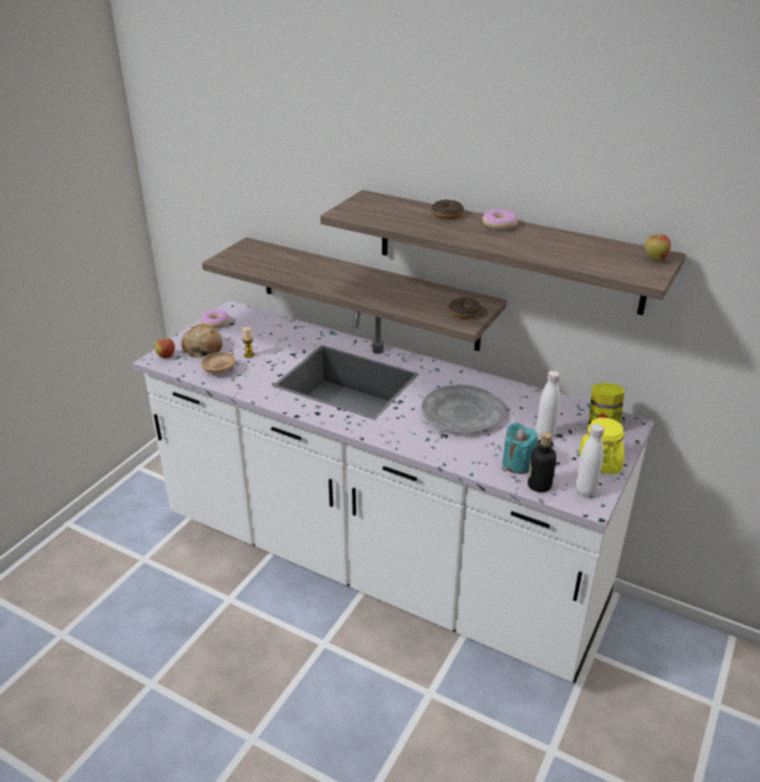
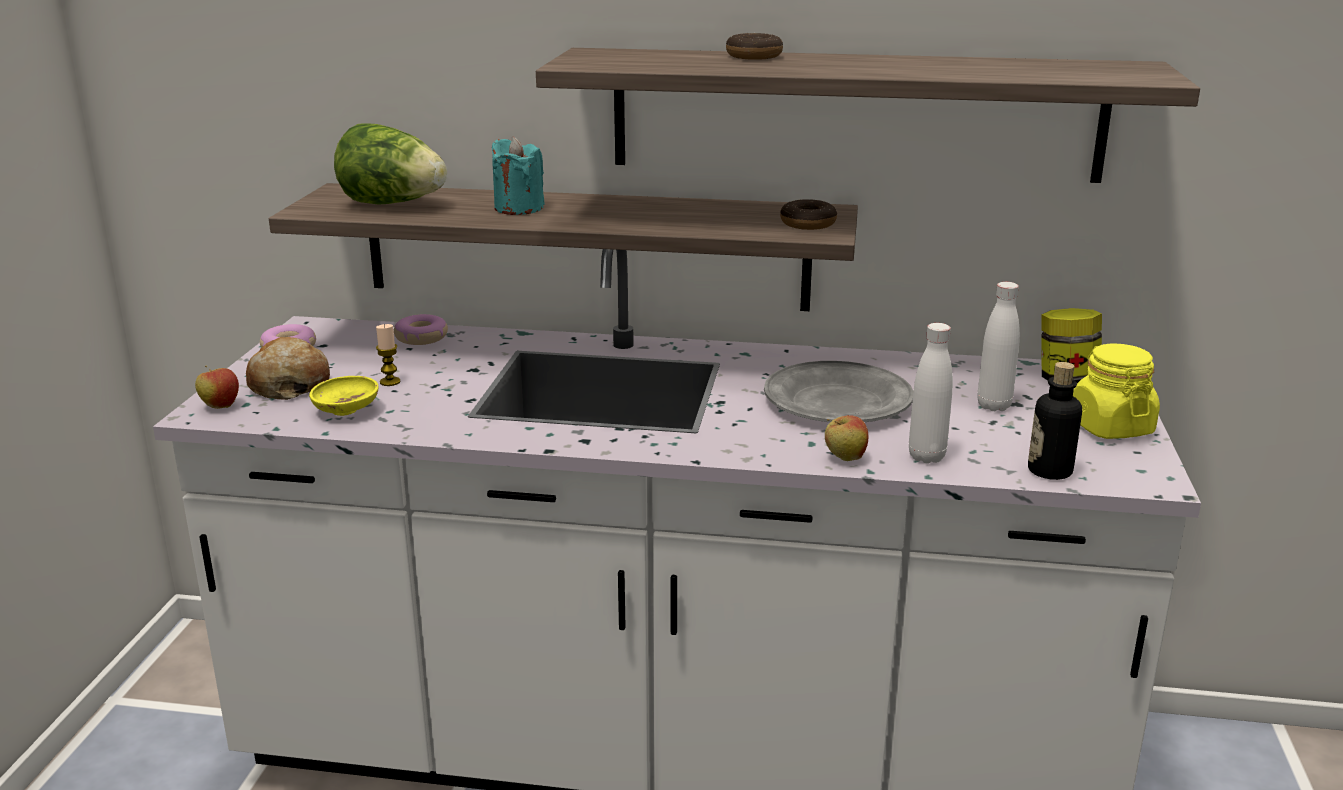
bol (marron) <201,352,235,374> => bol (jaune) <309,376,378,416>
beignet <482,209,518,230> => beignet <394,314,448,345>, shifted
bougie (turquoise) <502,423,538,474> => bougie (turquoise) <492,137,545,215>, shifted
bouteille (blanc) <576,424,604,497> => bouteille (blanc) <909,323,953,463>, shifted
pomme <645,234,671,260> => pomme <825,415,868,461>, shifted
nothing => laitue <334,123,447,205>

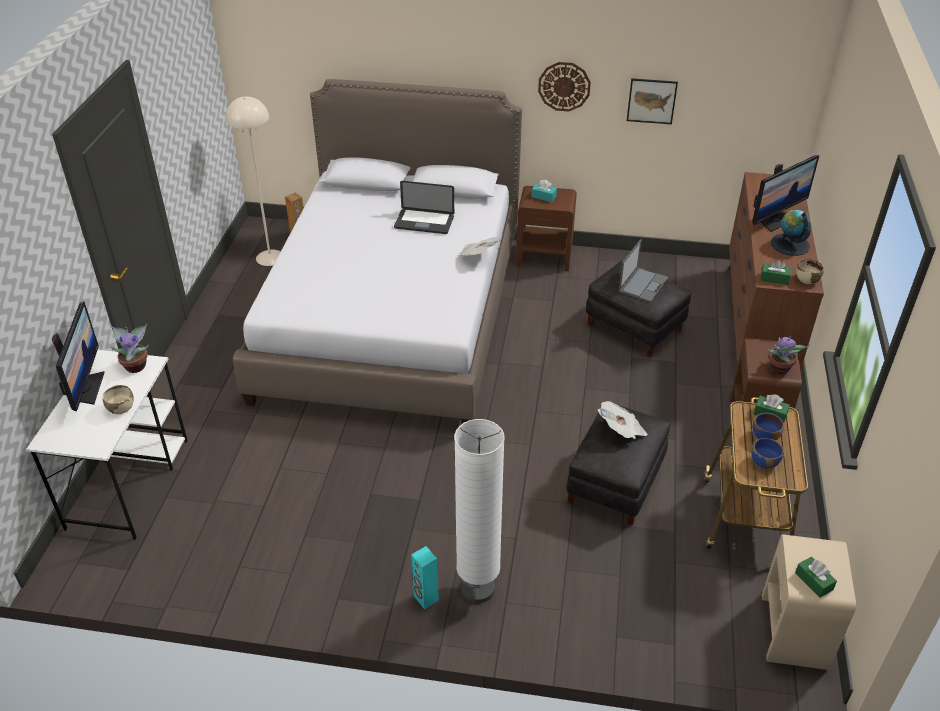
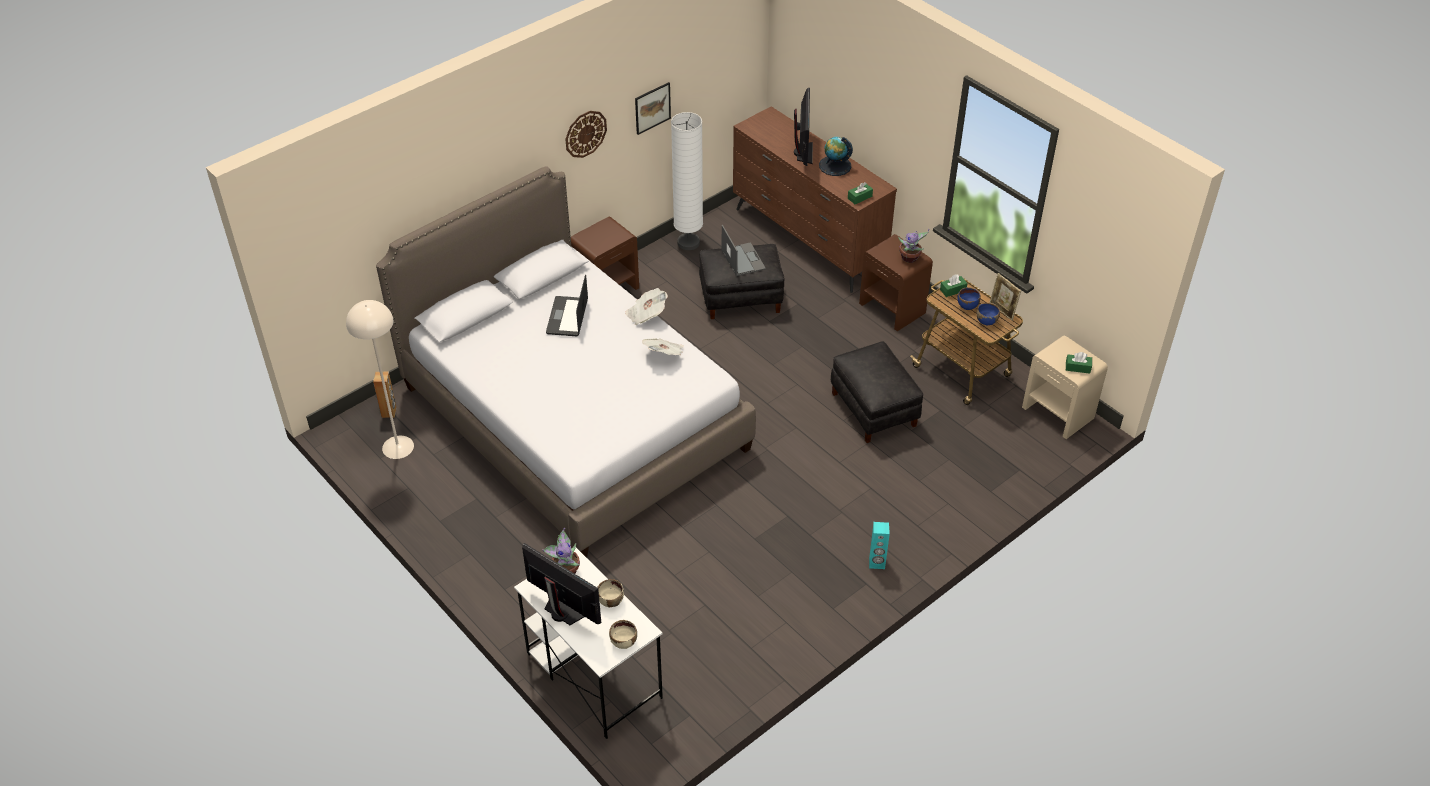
ordinateur portable <394,181,454,234> => ordinateur portable <546,274,588,336>, 135 degrees clockwise
lampadaire (blanc) <454,419,505,603> => lampadaire (blanc) <671,112,703,250>, shifted
boîte à mouchoirs (turquoise) <531,180,557,202> => nothing
journal <598,401,647,439> => journal <642,338,684,355>, shifted
bol (beige) <796,259,824,284> => bol (beige) <609,620,637,649>, shifted
nothing => cadre photo <990,273,1021,321>

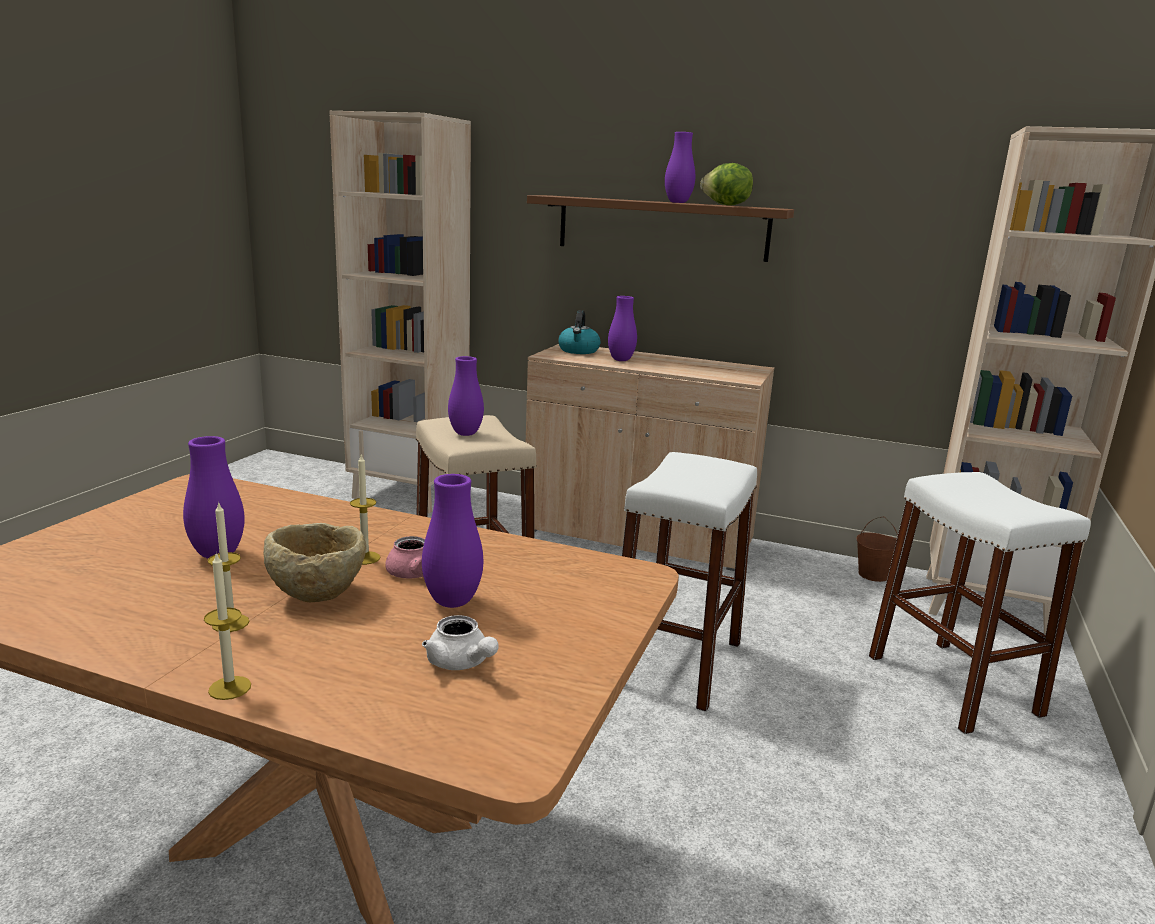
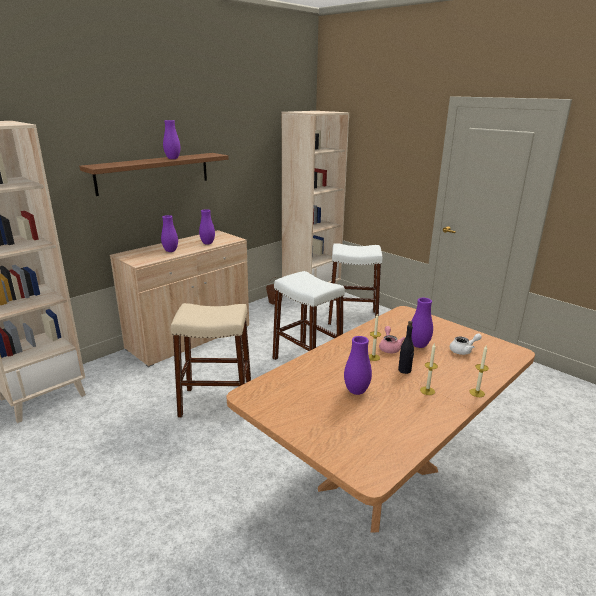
bol (beige) <263,523,366,602> => bouteille (noir) <398,321,414,374>
vase (violet) <448,356,484,436> => vase (violet) <199,209,215,245>, shifted
bouilloire <558,310,600,354> => nothing
laitue <700,163,753,206> => nothing

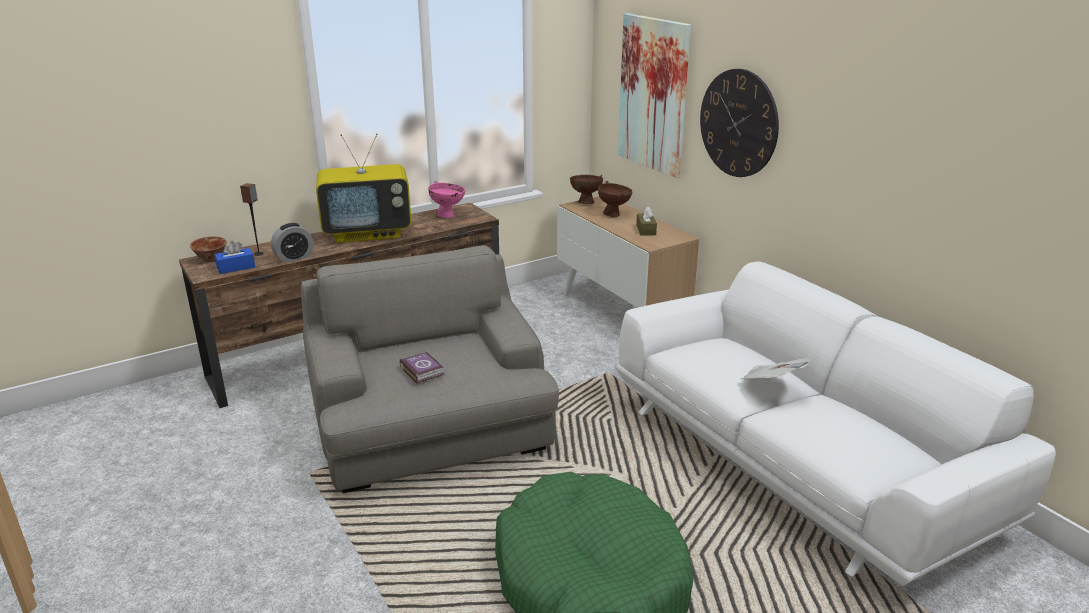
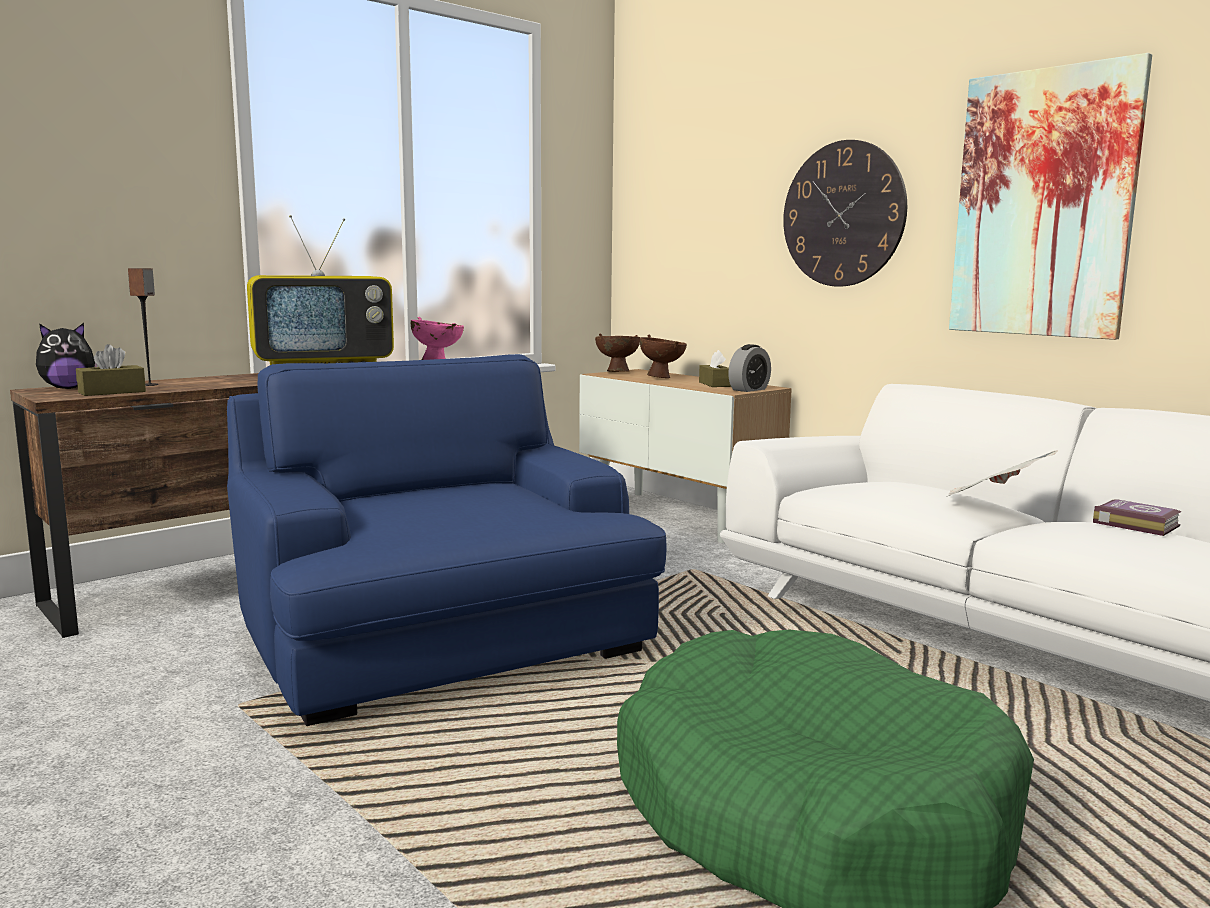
bol <190,237,227,262> => peluche <36,323,98,389>
boîte à mouchoirs (bleu) <214,241,255,274> => boîte à mouchoirs (marron) <76,344,146,396>
réveil <271,223,313,263> => réveil <728,344,771,392>, shifted
fauteuil (gris) <301,245,559,493> => fauteuil (bleu) <227,354,667,726>
livre <399,352,444,384> => livre <1093,499,1182,536>, shifted
tableau <618,13,691,178> => tableau <949,53,1152,340>, shifted

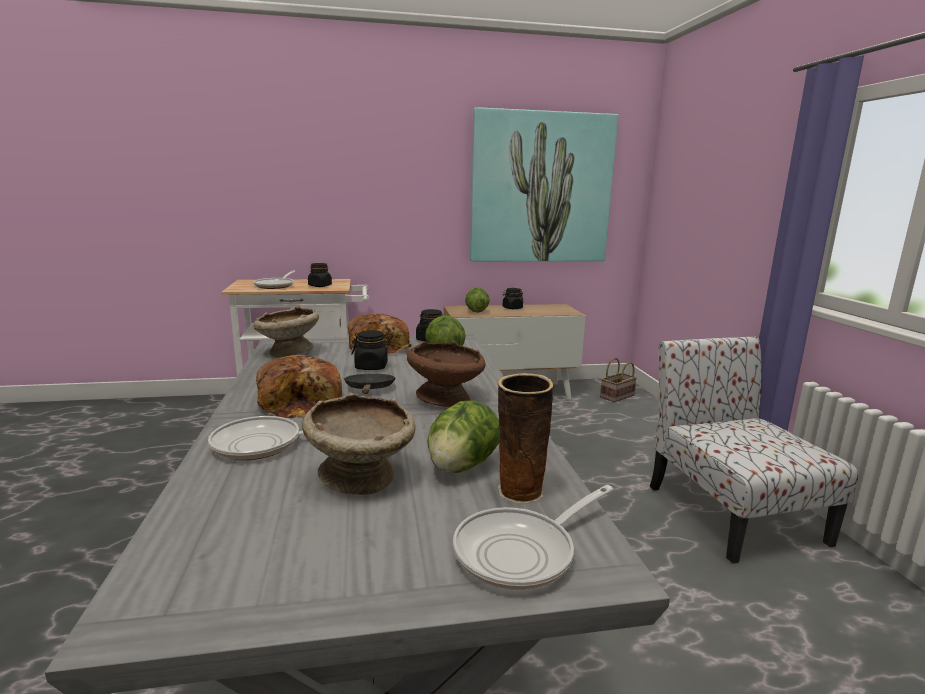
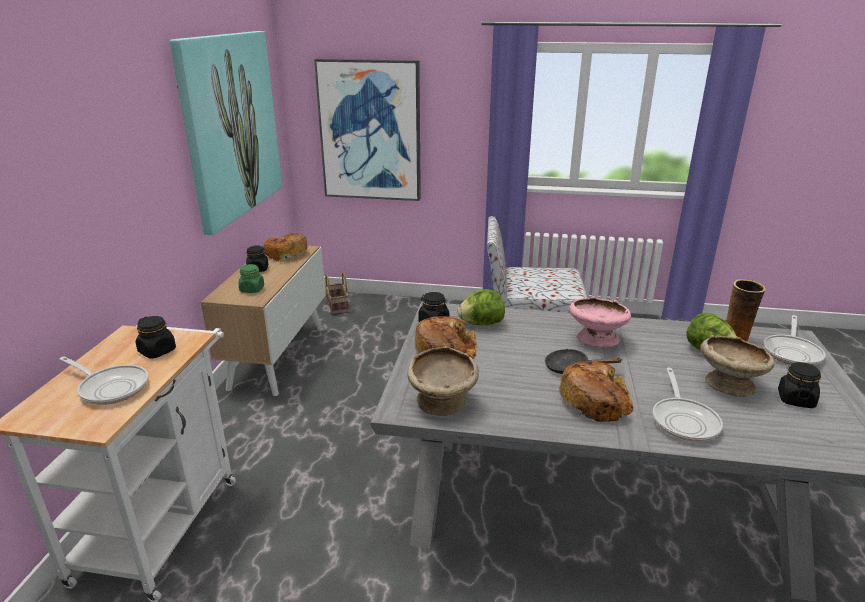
bocal (noir) <351,330,391,370> => bocal (noir) <778,362,821,408>, shifted
bol (marron) <407,341,485,407> => bol (rose) <569,296,631,348>
poêle <453,485,613,590> => poêle <763,315,826,366>, 45 degrees clockwise
laitue <465,287,490,313> => bocal (vert) <238,264,264,293>
nothing => pain <263,233,307,262>
nothing => tableau <314,59,421,201>

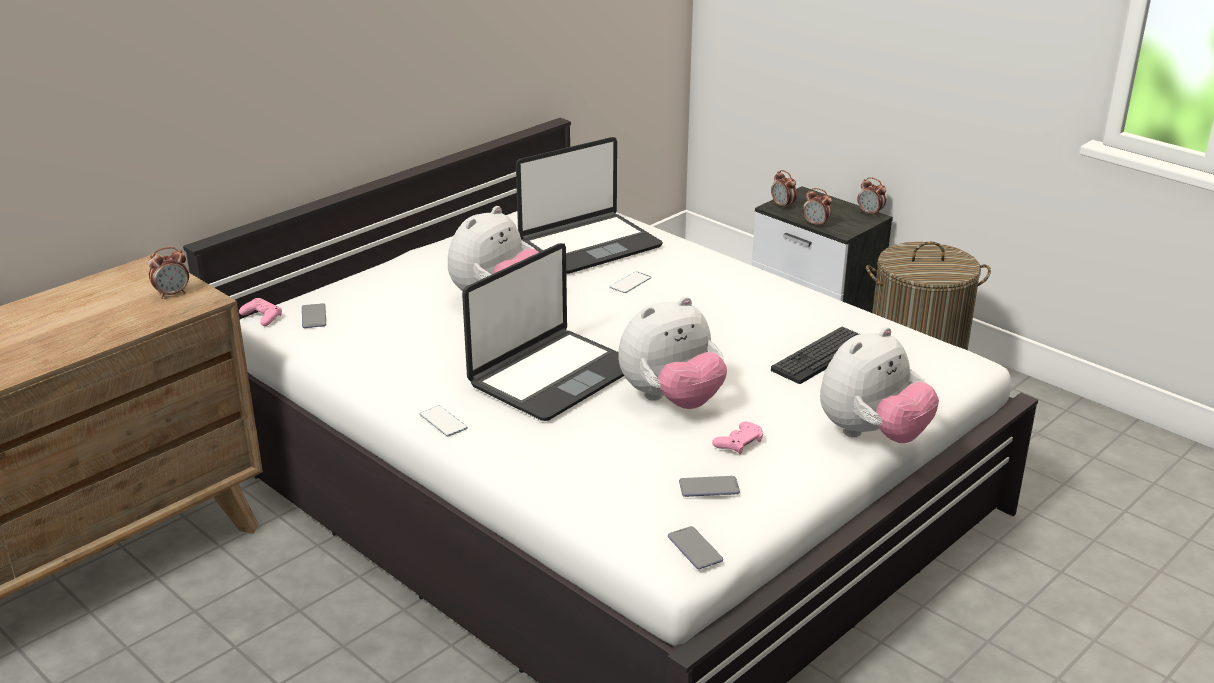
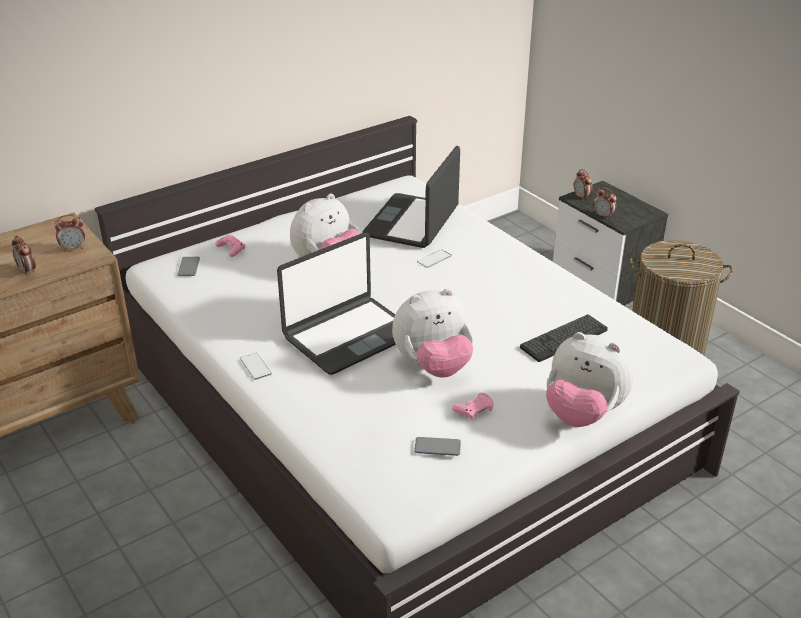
manette (rose) <239,298,282,326> => manette (rose) <215,235,245,257>, shifted
ordinateur portable <516,137,663,274> => ordinateur portable <362,146,460,248>, 135 degrees clockwise
téléphone <668,526,723,569> => nothing
peluche <820,327,939,443> => peluche <546,332,634,427>, 60 degrees clockwise
réveil <857,177,886,217> => réveil <12,235,36,276>, shifted

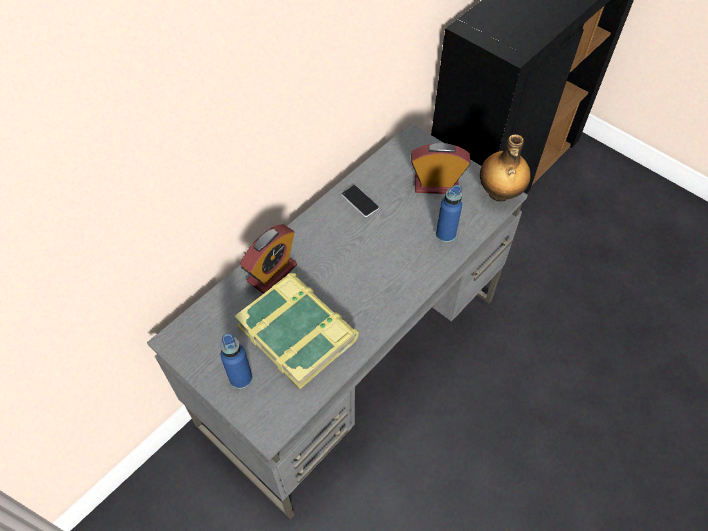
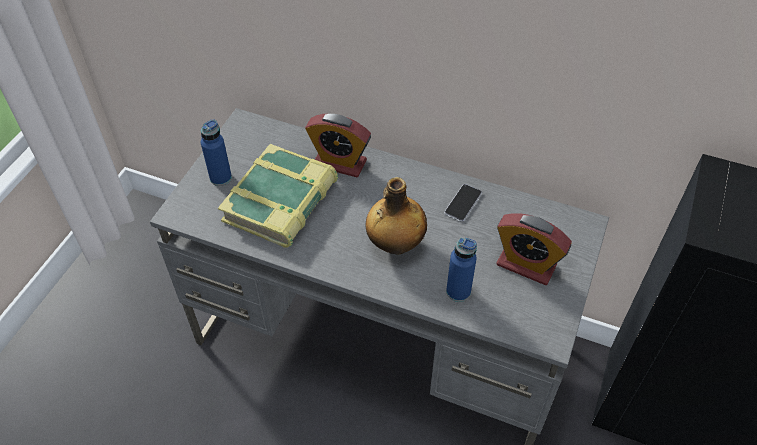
réveil <411,143,470,194> => réveil <496,213,572,285>, 135 degrees clockwise
bouteille <480,134,531,202> => bouteille <366,177,427,255>, shifted

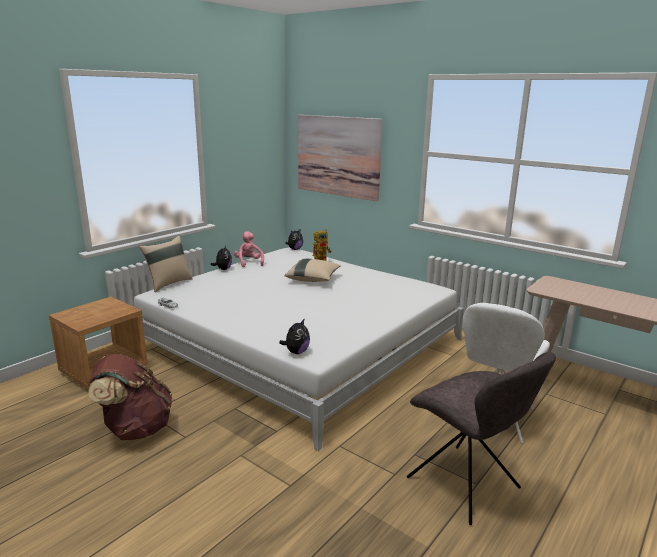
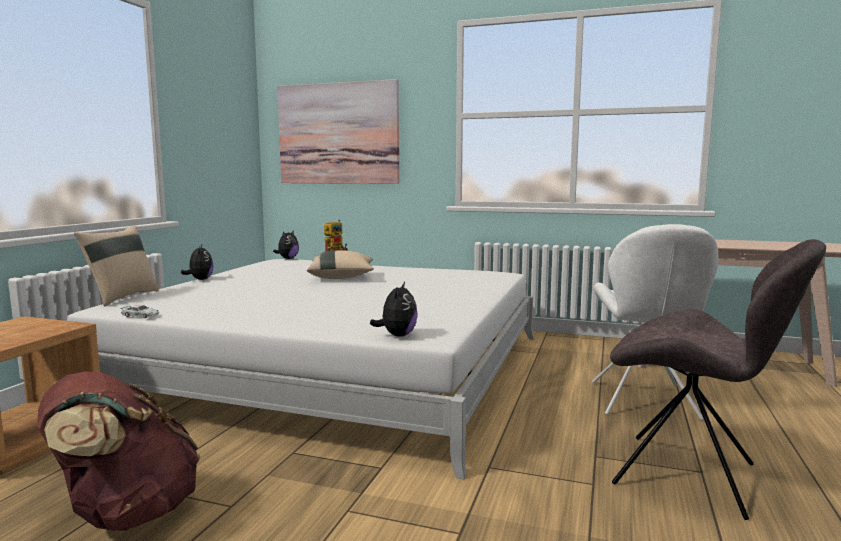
peluche (rose) <234,231,264,267> => nothing

